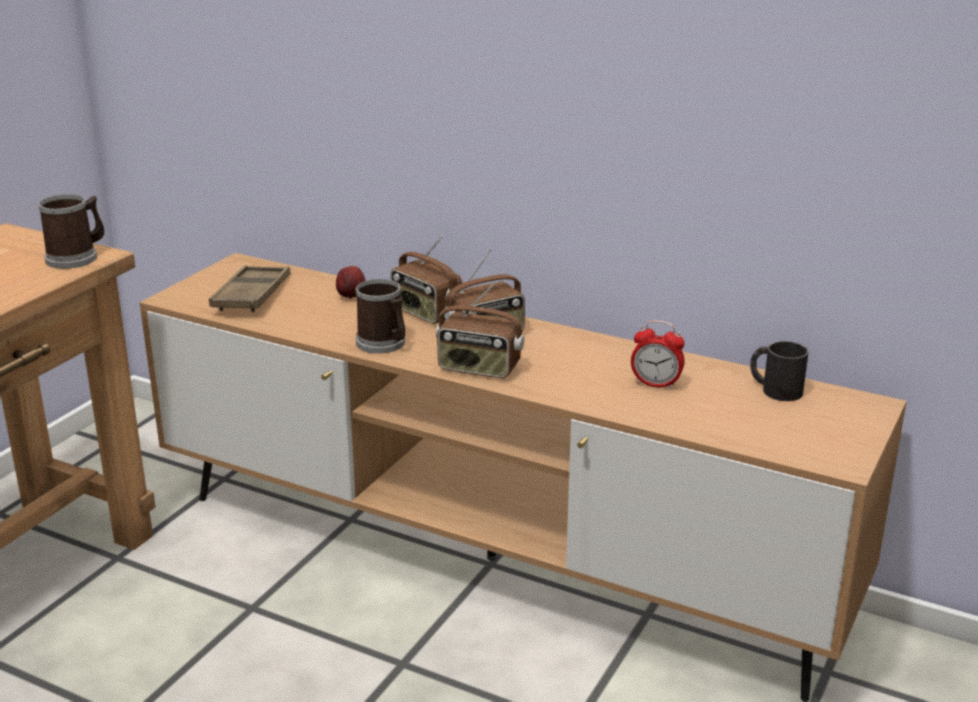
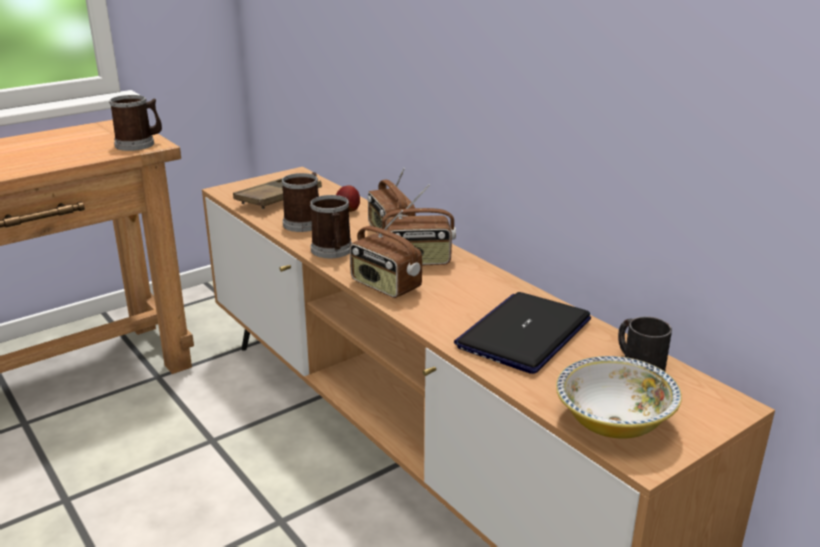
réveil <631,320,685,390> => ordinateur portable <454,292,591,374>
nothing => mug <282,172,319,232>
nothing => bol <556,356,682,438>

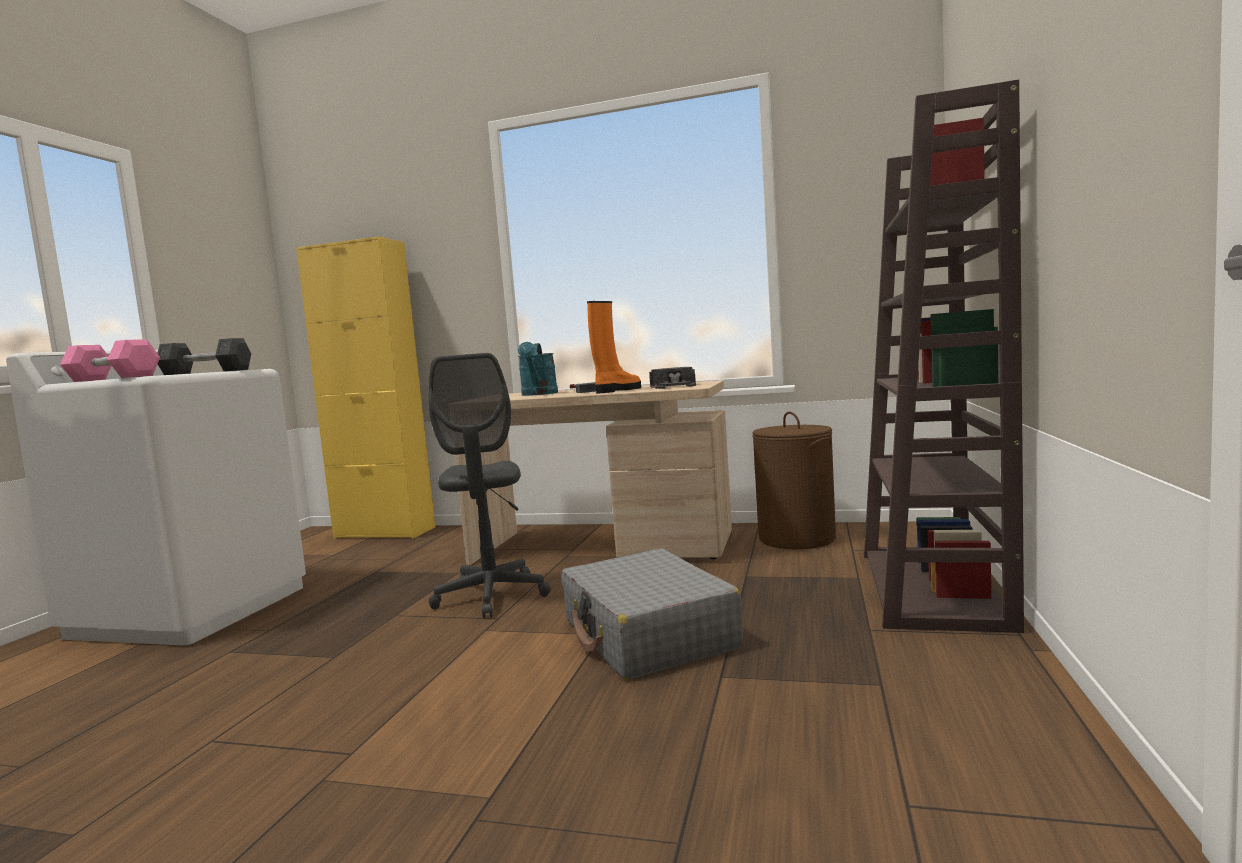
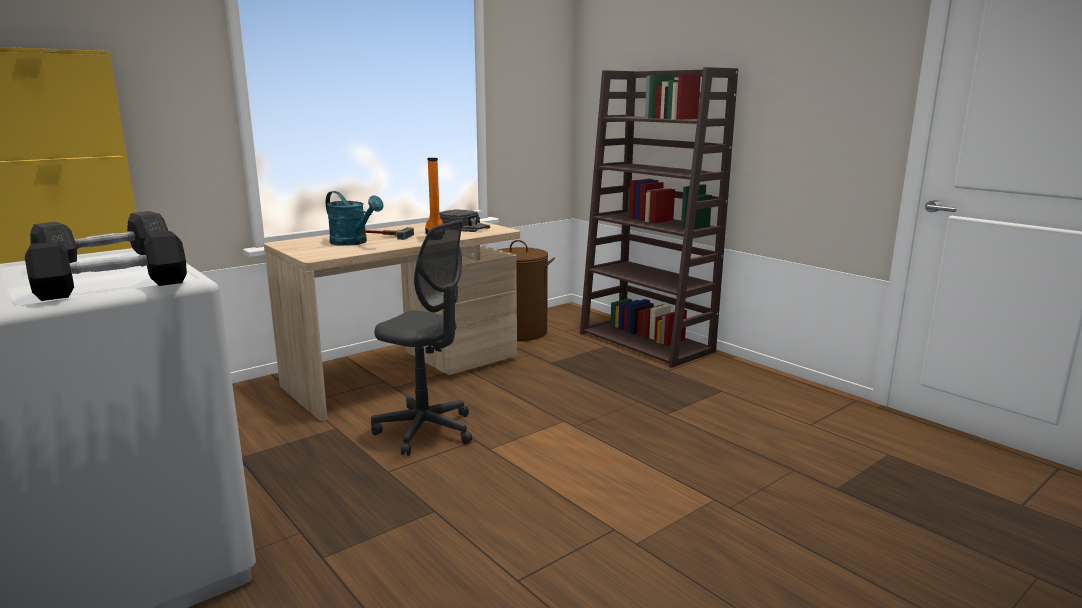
haltère (rose) <60,339,160,382> => haltère (noir) <25,231,187,301>
valise (gris) <561,548,743,680> => nothing

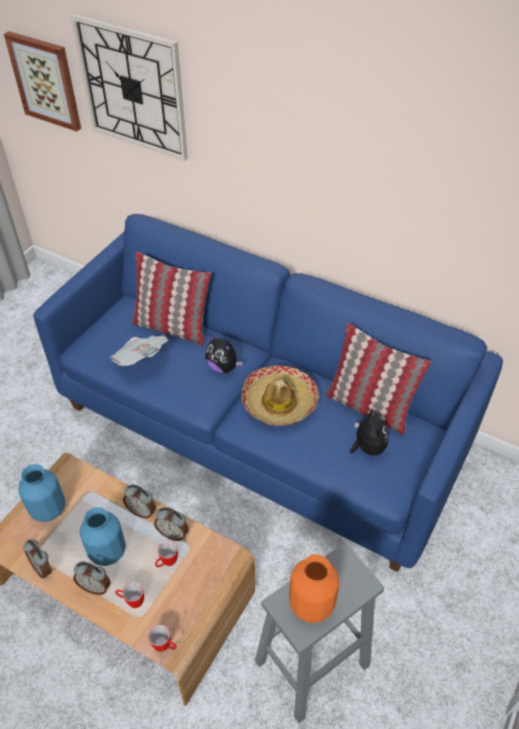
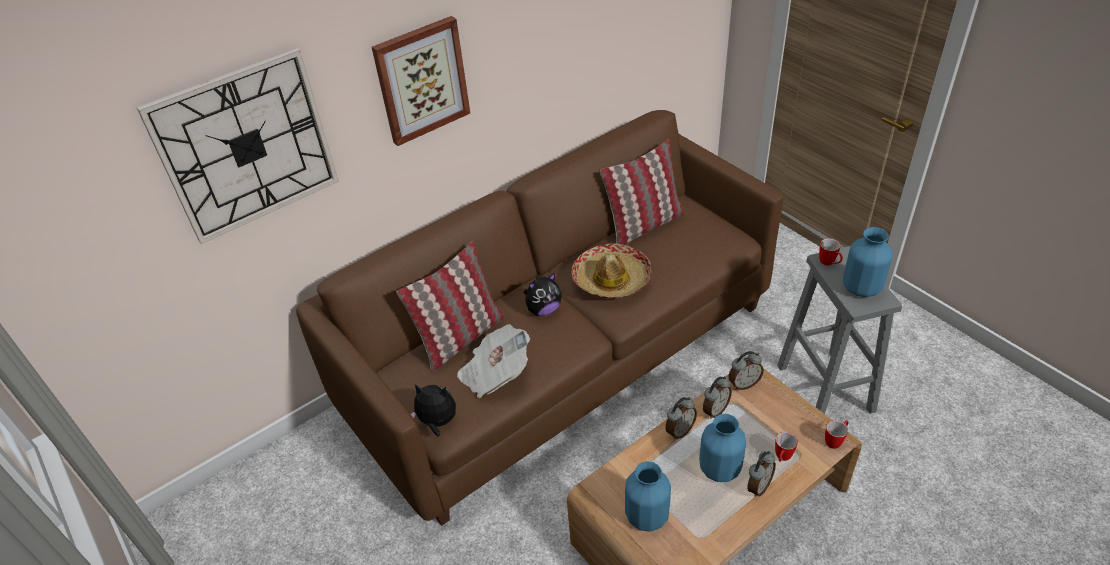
tableau <4,31,81,132> => tableau <372,16,470,146>, shifted
réveil <23,539,52,579> => réveil <729,351,764,390>, shifted
canapé (bleu) <34,214,503,572> => canapé (marron) <296,110,784,526>
mug <155,540,178,567> => mug <819,238,843,266>, shifted
vase (orange) <289,554,339,623> => vase (bleu) <843,227,893,297>
peluche <350,408,389,455> => peluche <411,384,456,437>, shifted

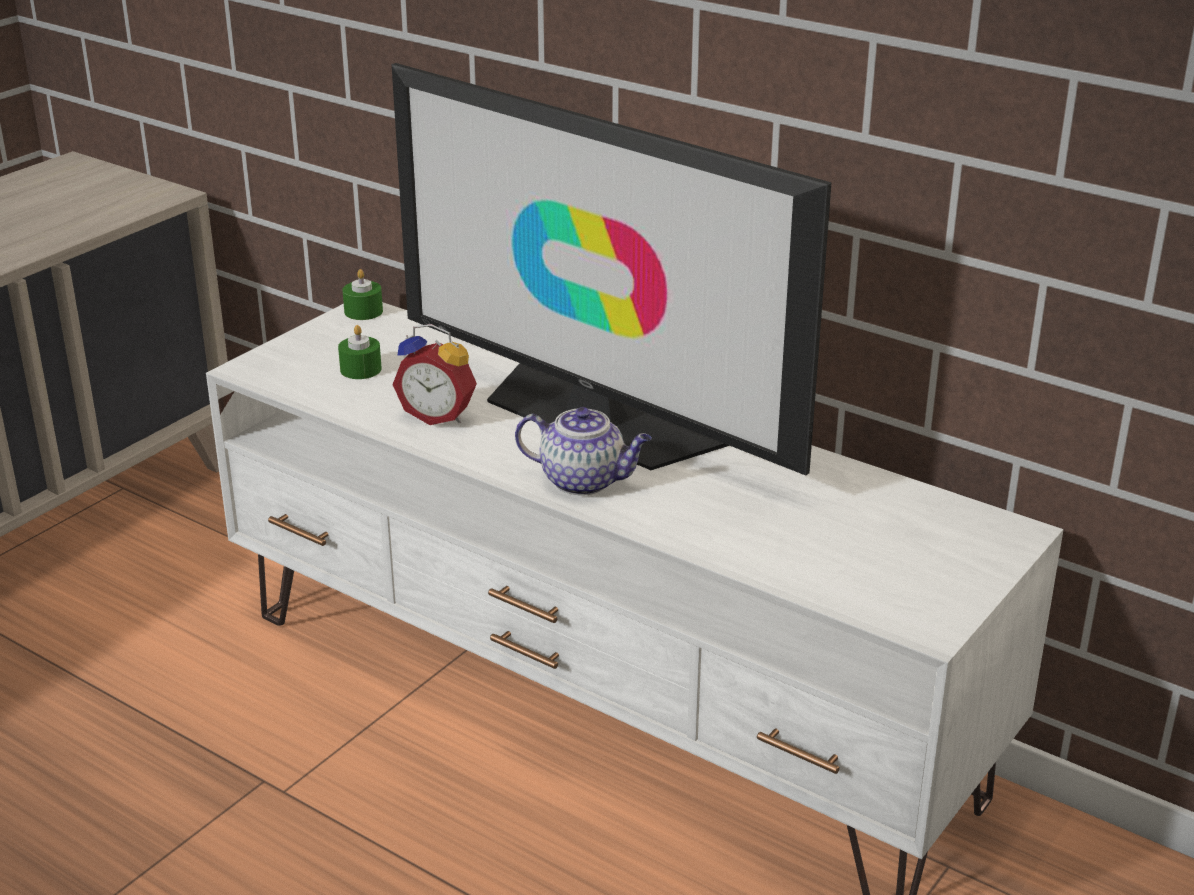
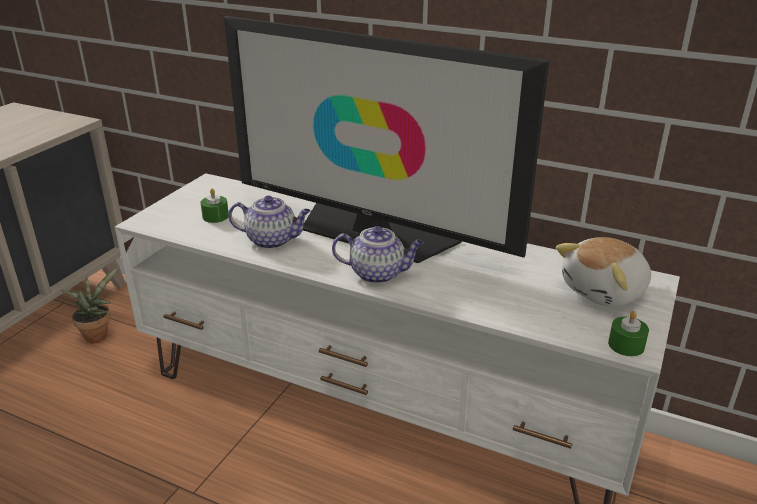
bougie (vert) <343,269,383,320> => bougie (vert) <608,311,649,356>, shifted
réveil <392,324,477,425> => théière <228,196,311,249>
nothing => plante en pot <60,266,120,343>
nothing => peluche <556,237,651,307>

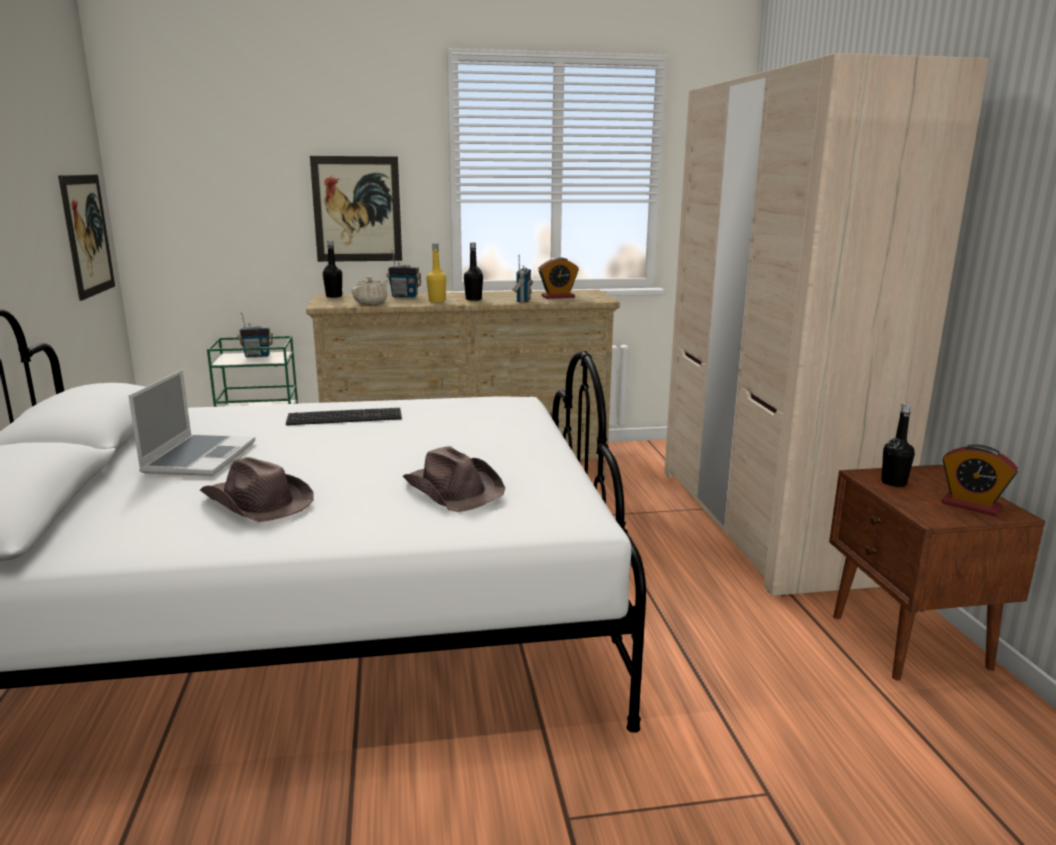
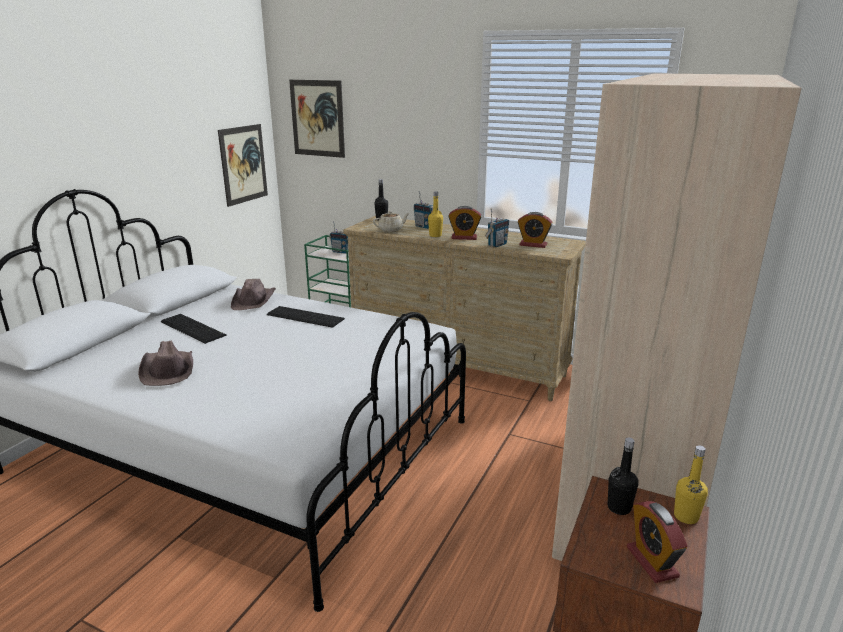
ordinateur portable <128,370,255,476> => clavier <161,314,227,344>
tableau <310,156,402,262> => tableau <289,80,345,158>, shifted
chapeau (marron) <403,446,505,512> => chapeau (marron) <231,279,276,310>, shifted
bouteille (noir) <464,243,483,301> => réveil <448,206,482,240>
nothing => bouteille (jaune) <674,445,708,524>

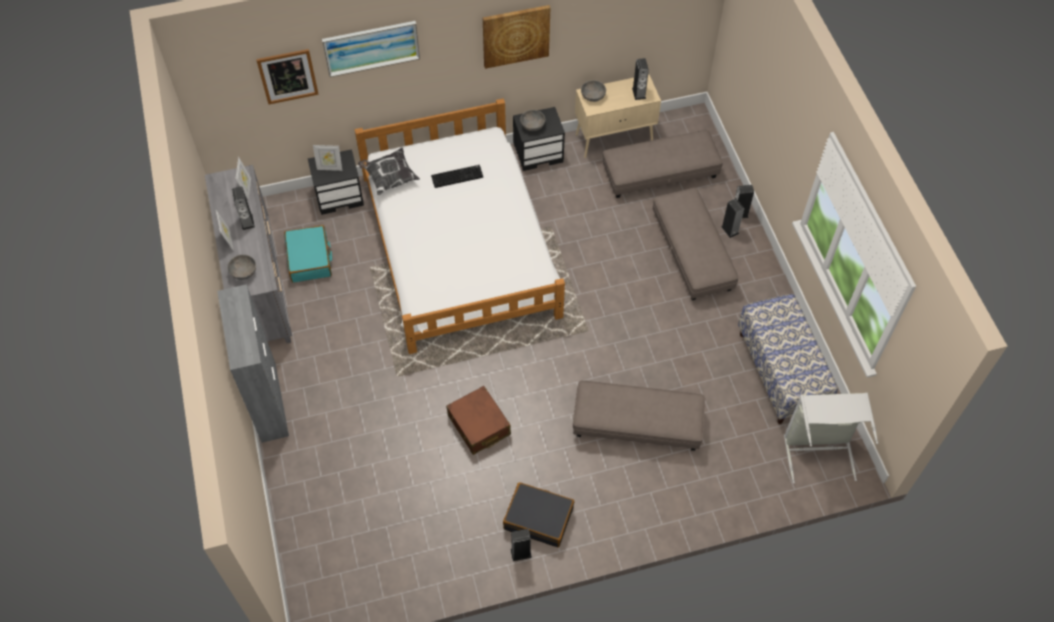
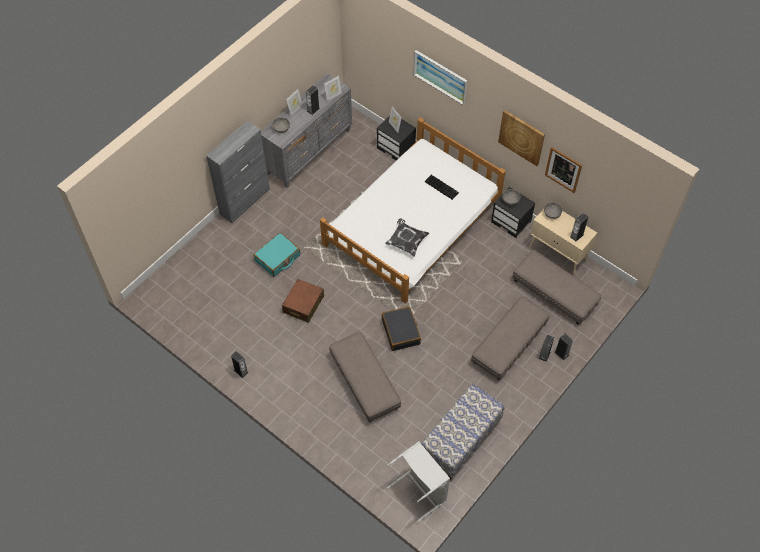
tableau <256,49,319,104> => tableau <545,147,582,193>, shifted
valise (turquoise) <284,225,332,283> => valise (turquoise) <254,233,300,277>, shifted
coussin <358,148,420,195> => coussin <385,219,429,257>, shifted
valise (noir) <503,482,574,547> => valise (noir) <382,306,421,351>, shifted

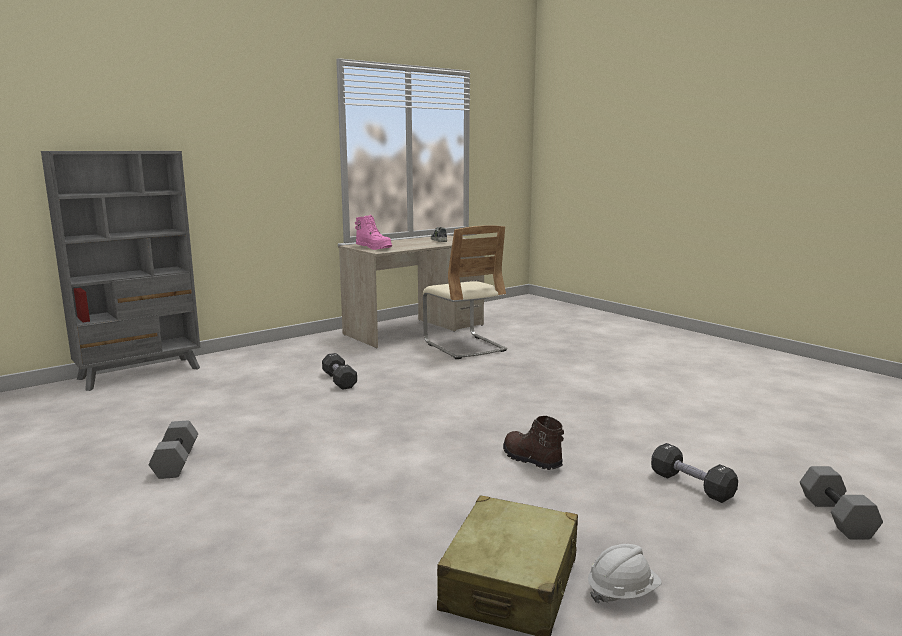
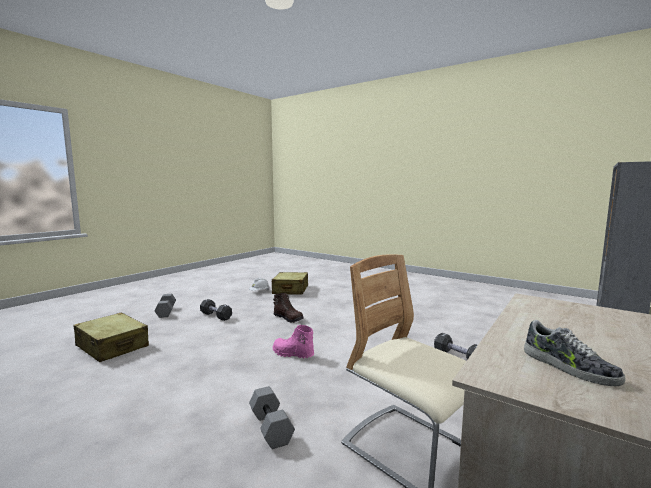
haltère (gris) <149,420,198,479> => haltère (gris) <249,386,295,449>, shifted
botte (rose) <355,215,392,250> => botte (rose) <272,325,314,358>, shifted
nothing => valise (beige) <74,312,149,362>

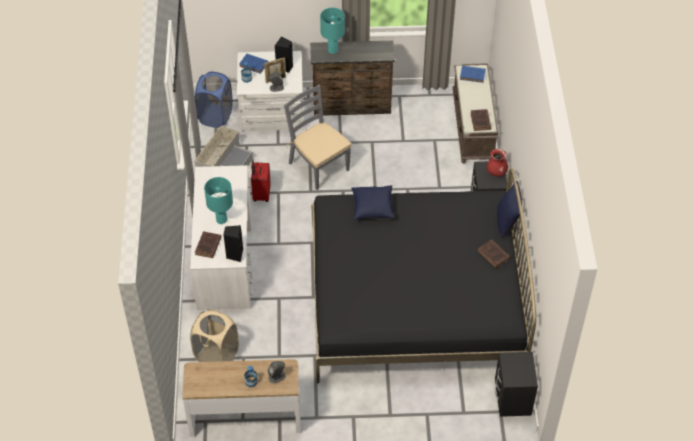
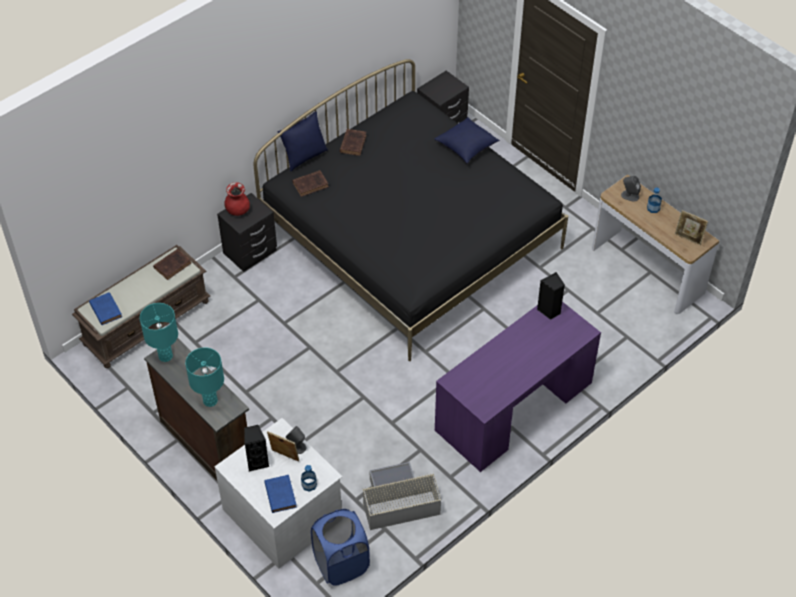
bureau (blanc) <190,165,253,310> => bureau (violet) <435,302,601,472>
panier à linge (beige) <190,310,239,362> => nothing
livre (marron) <195,231,221,258> => livre (marron) <292,170,329,197>, shifted
lampe de table (turquoise) <204,177,233,224> => lampe de table (turquoise) <140,303,178,362>, shifted
valise (rouge) <251,160,271,202> => nothing
chaise (gris) <284,85,351,190> => nothing
coussin (bleu) <351,185,394,220> => coussin (bleu) <434,117,500,163>, shifted
nothing => cadre photo <675,210,708,245>

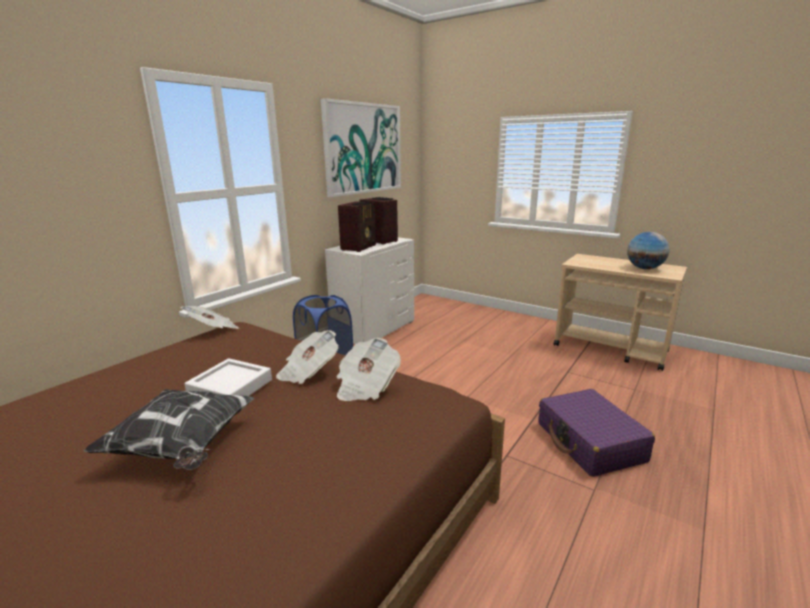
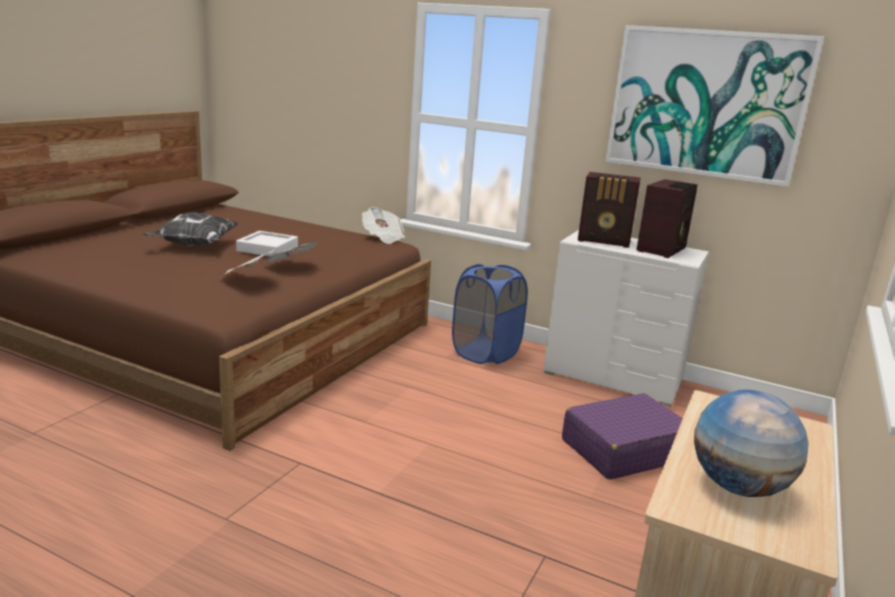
valise (violet) <539,389,655,477> => valise (violet) <562,393,683,480>, shifted

